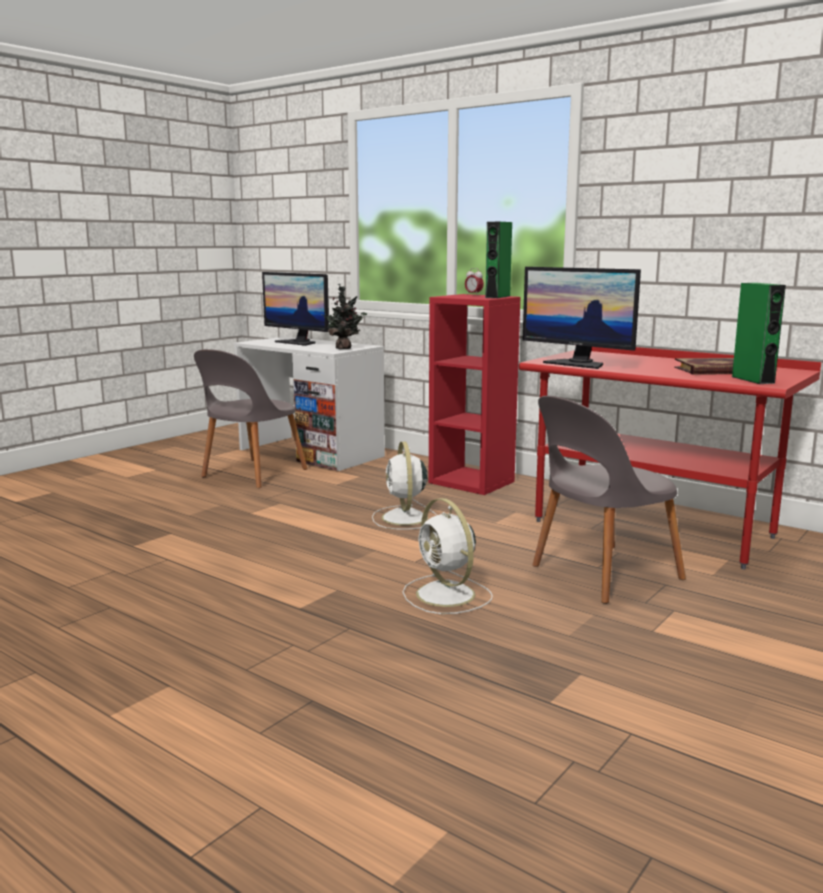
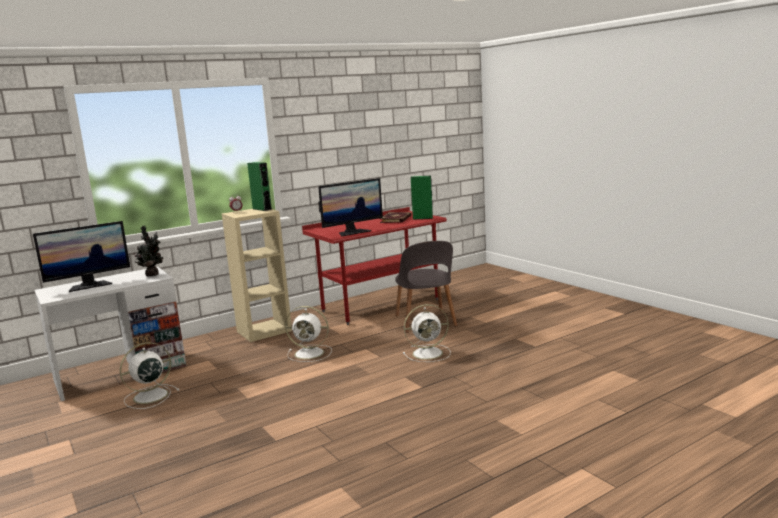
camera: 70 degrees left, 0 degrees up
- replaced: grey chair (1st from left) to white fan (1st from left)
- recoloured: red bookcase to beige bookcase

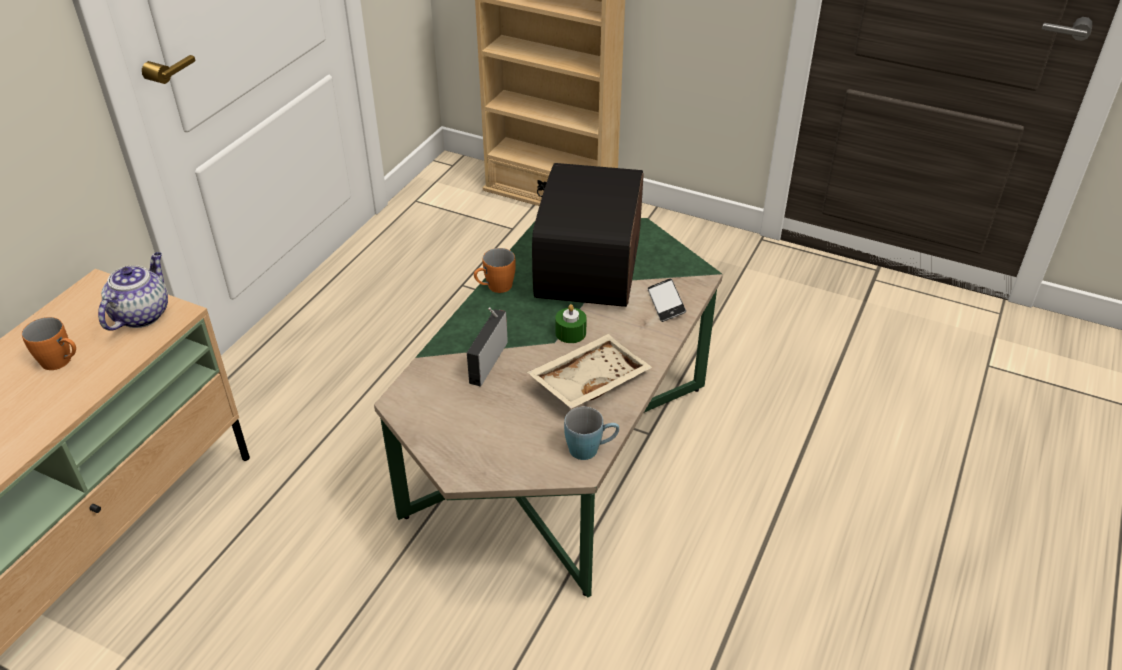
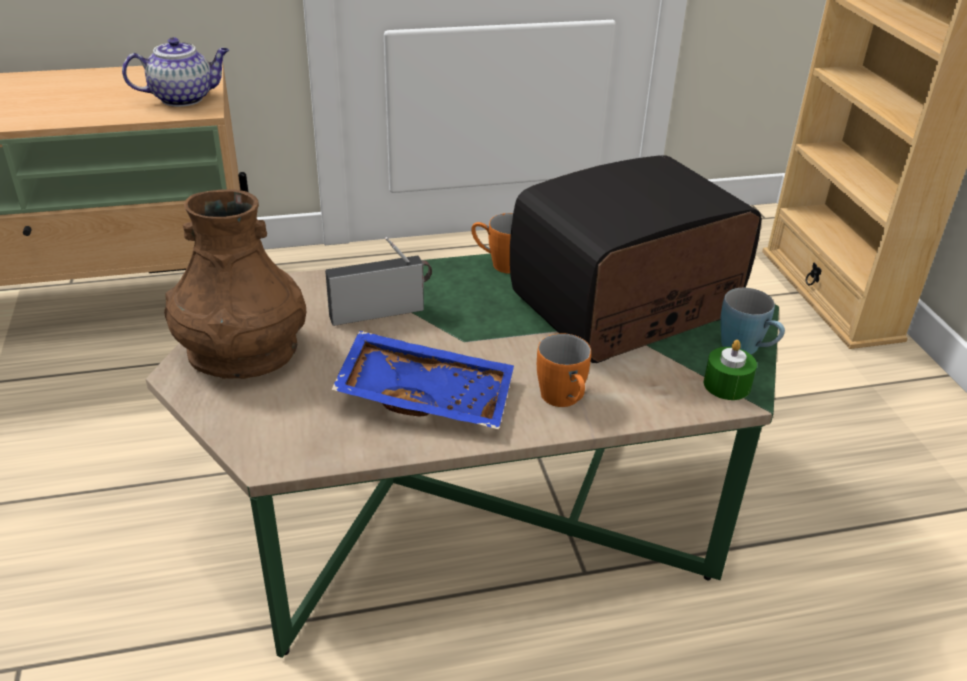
camera: 50 degrees right, 5 degrees down
- moved: orange mug (1st from left in the first image) to orange mug (2nd from left)
- recoloured: beige tray to blue tray
- moved: green candle
- moved: blue mug
- removed: phone
- added: brown vase

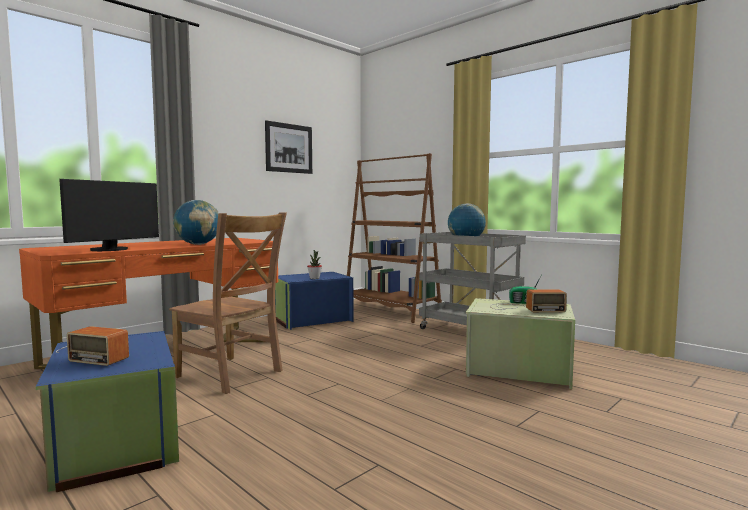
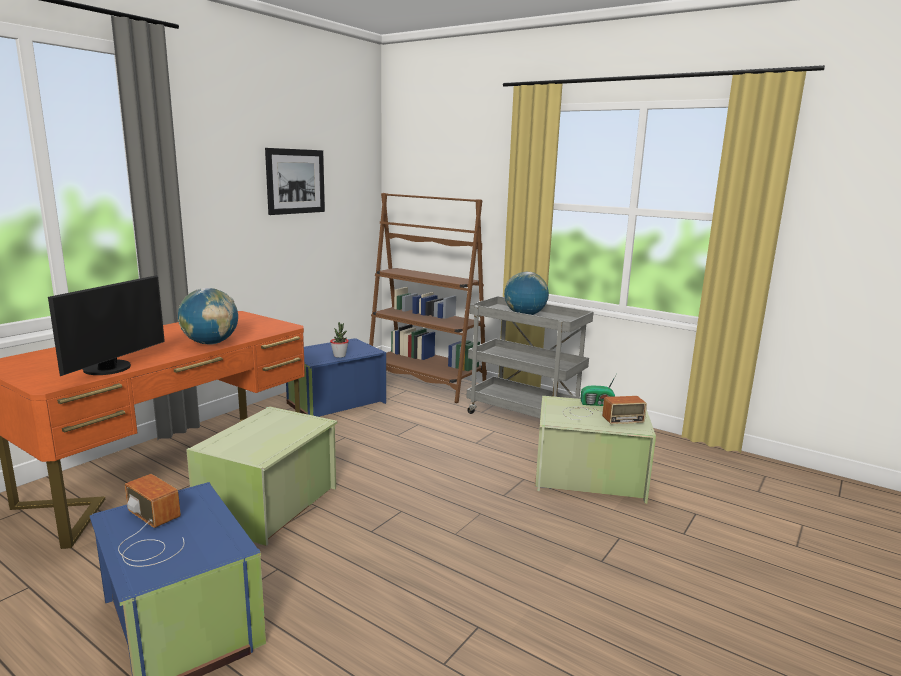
camera: 10 degrees left, 10 degrees up
- turned: radio (1st from left) 150 degrees counterclockwise
- replaced: brown chair to green storage box (1st from left)

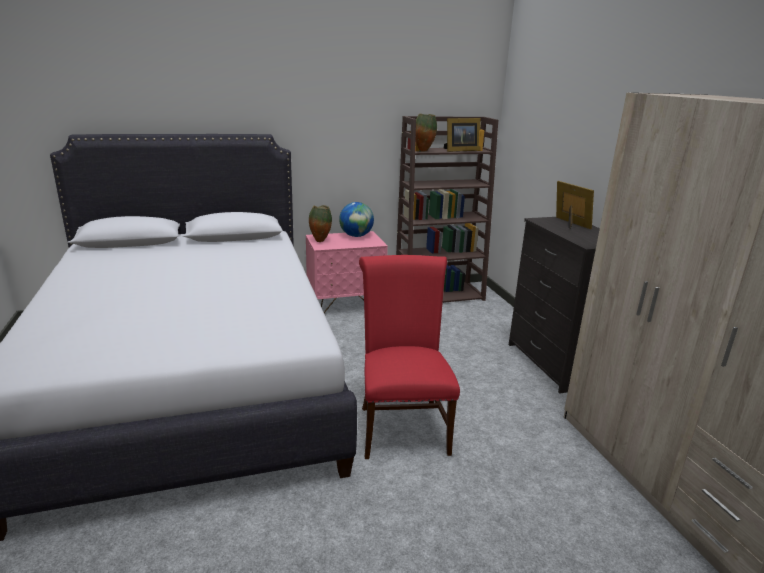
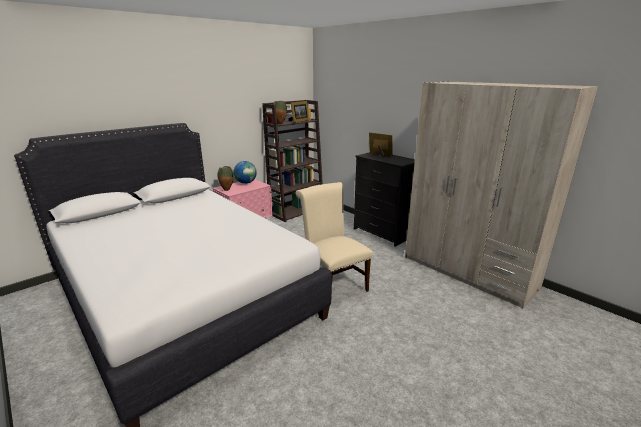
camera: 25 degrees left, 0 degrees up
- recoloured: red chair to beige chair

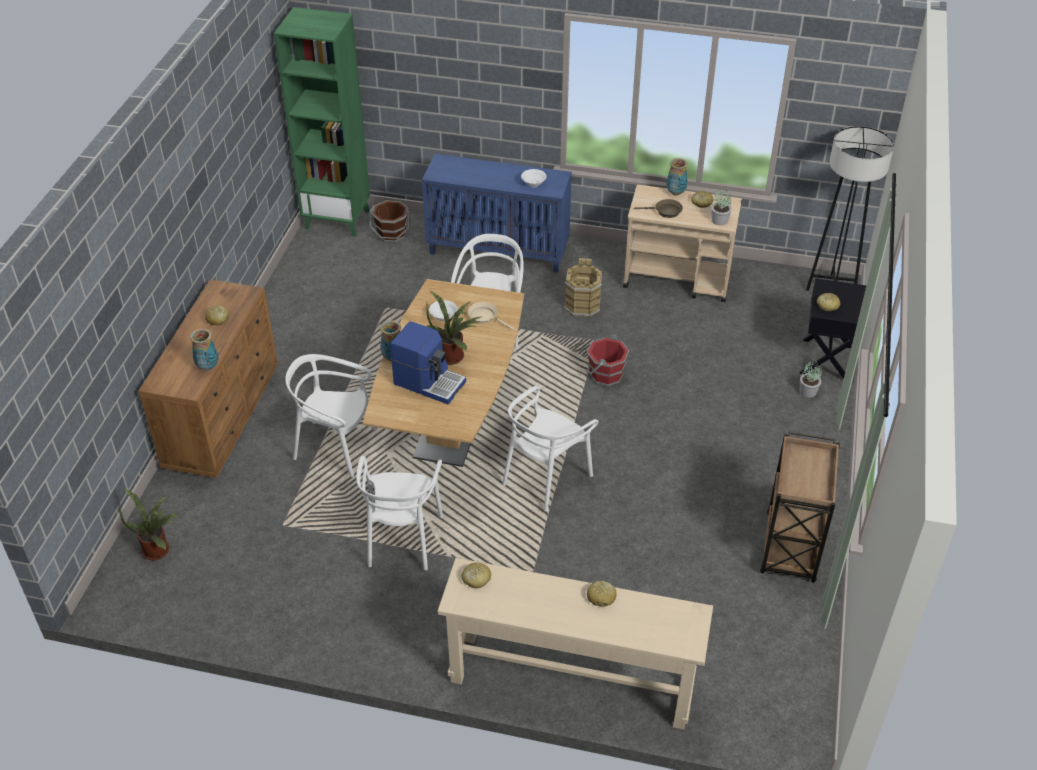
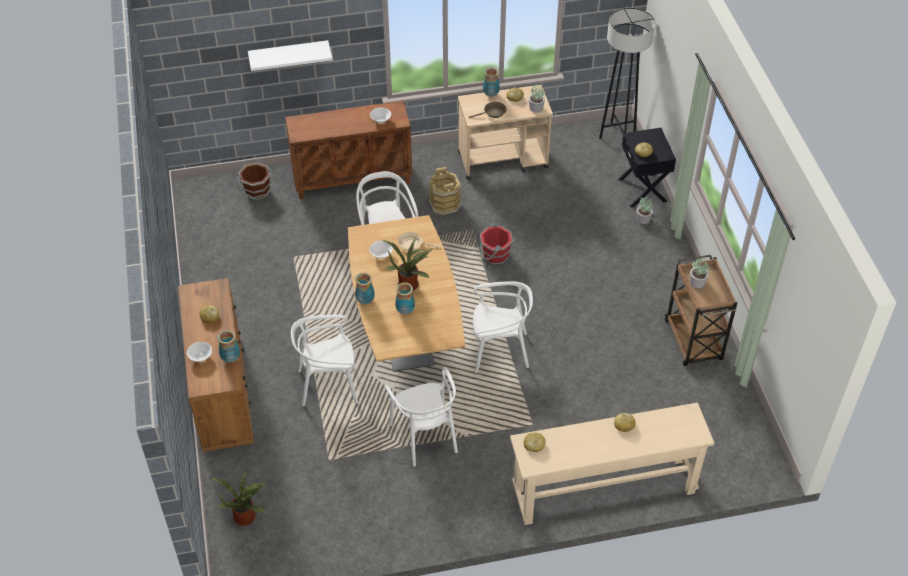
camera: 25 degrees left, 5 degrees up
- removed: green bookcase
- replaced: coffee machine to vase (3rd from left)
- recoloured: blue cabinet to brown cabinet
- turned: white chair (4th from left) 105 degrees counterclockwise
- added: white bowl (1st from left)
- added: white shelf
- added: potted plant (5th from left)

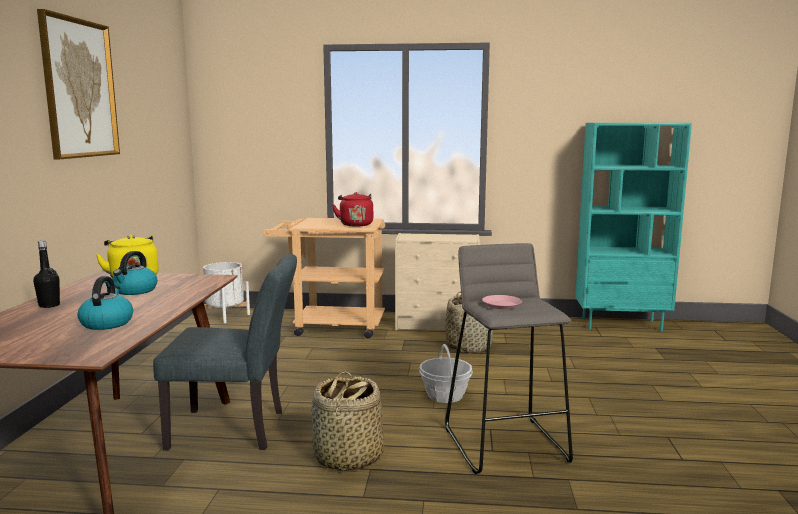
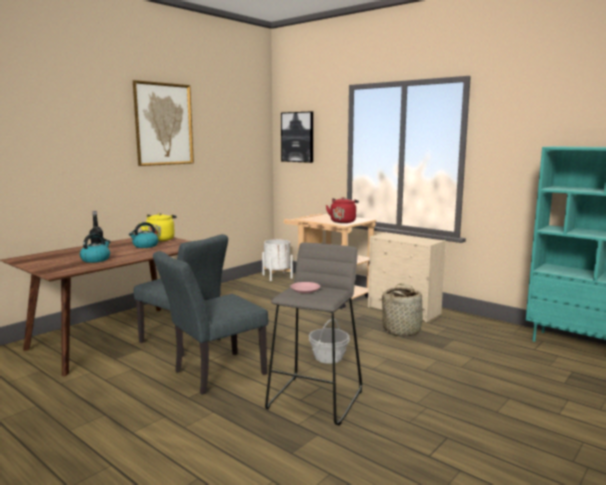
camera: 35 degrees right, 0 degrees up
- replaced: basket (1st from left) to grey chair (2nd from left)
- added: picture (2nd from left)

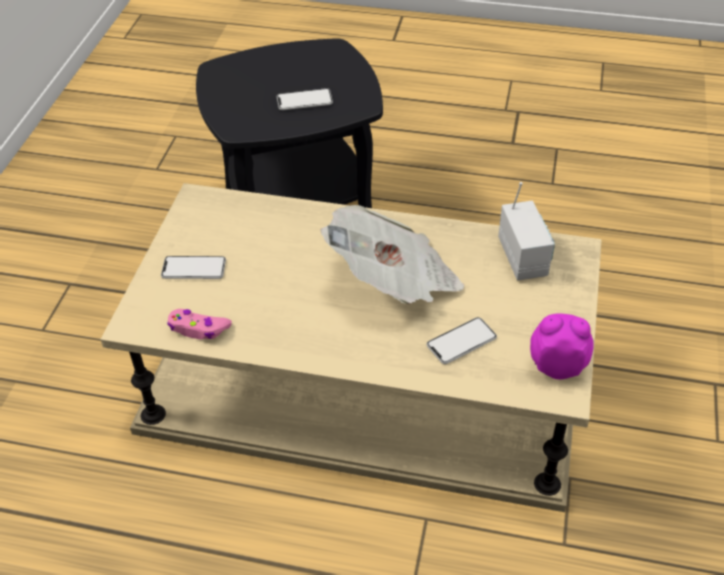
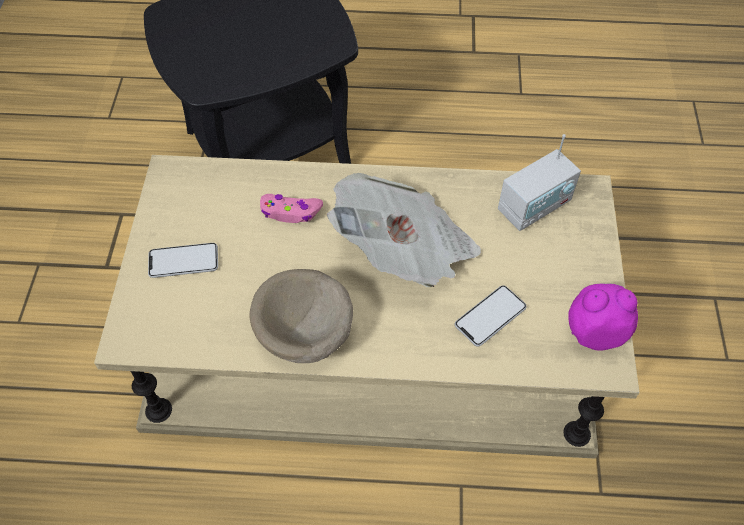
camera: 10 degrees left, 10 degrees up
- moved: pink game controller
- removed: phone (2nd from left)
- turned: radio 75 degrees clockwise
- added: beige bowl

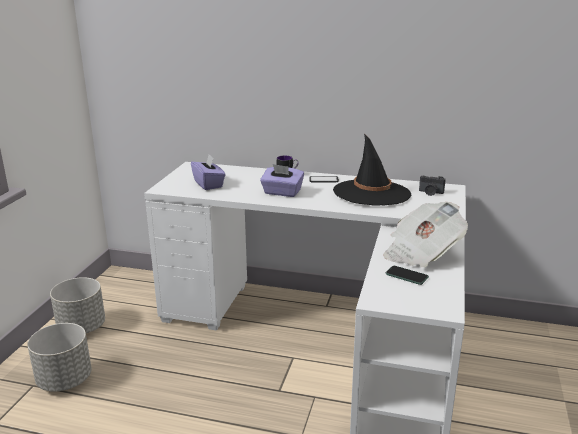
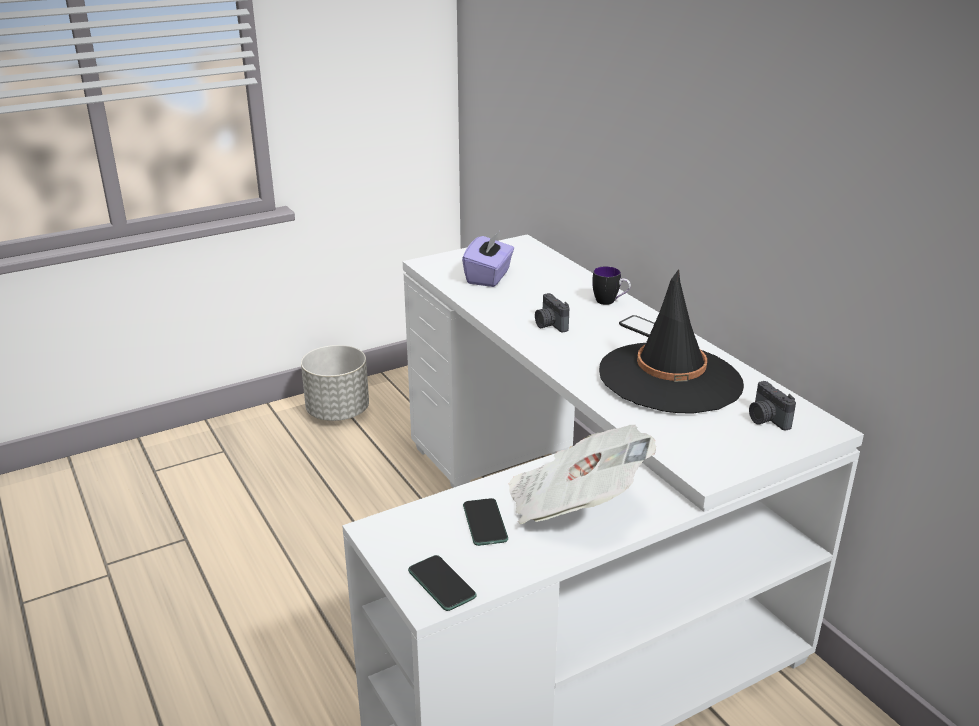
camera: 45 degrees right, 5 degrees up
- removed: grey planter (1st from left)
- replaced: purple tissue box (2nd from left) to photo camera (1st from left)
- added: phone (1st from left)

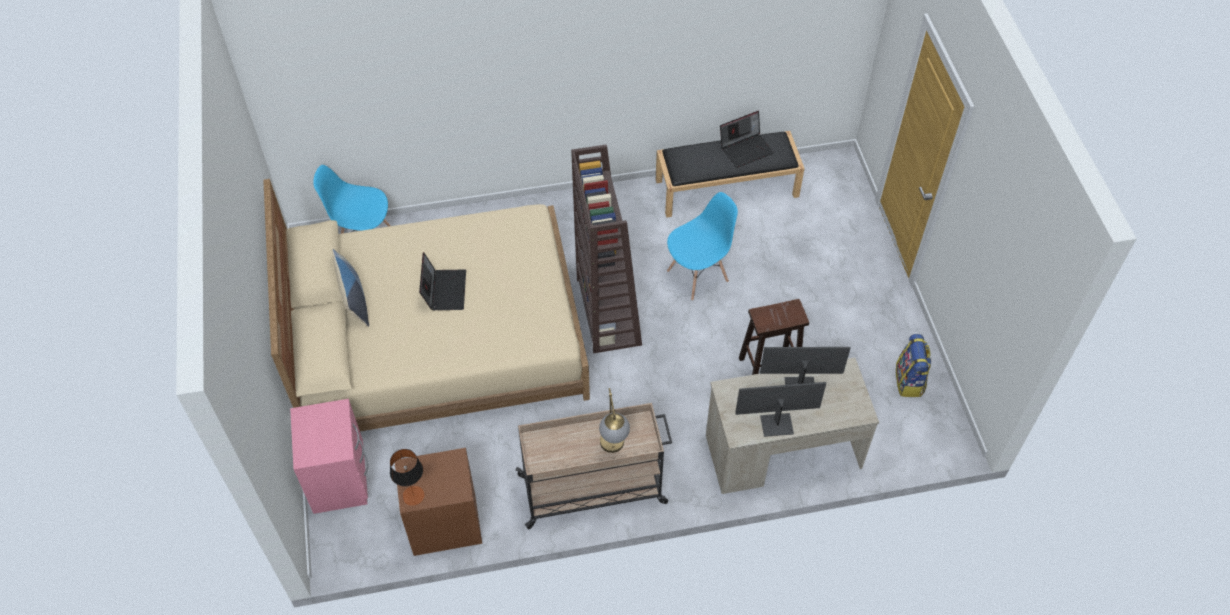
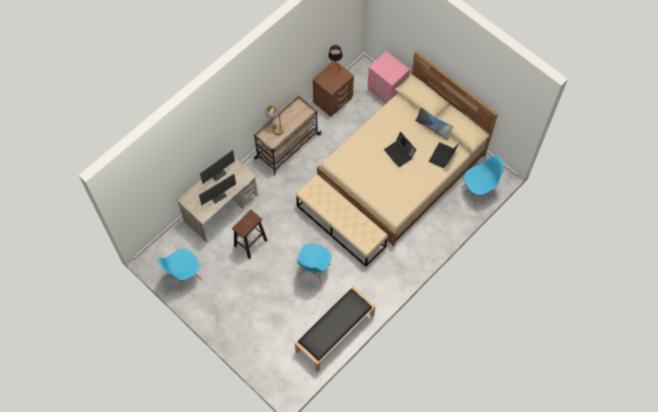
camera: 145 degrees right, 10 degrees up
- replaced: brown bookcase to beige bench
- moved: laptop (2nd from left)
- replaced: backpack to blue chair (1st from left)

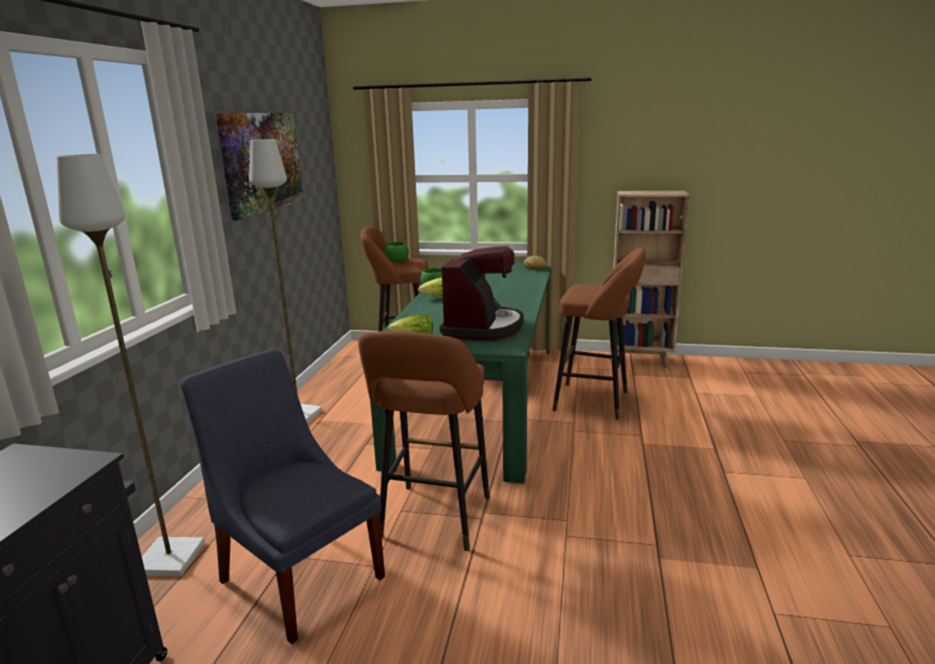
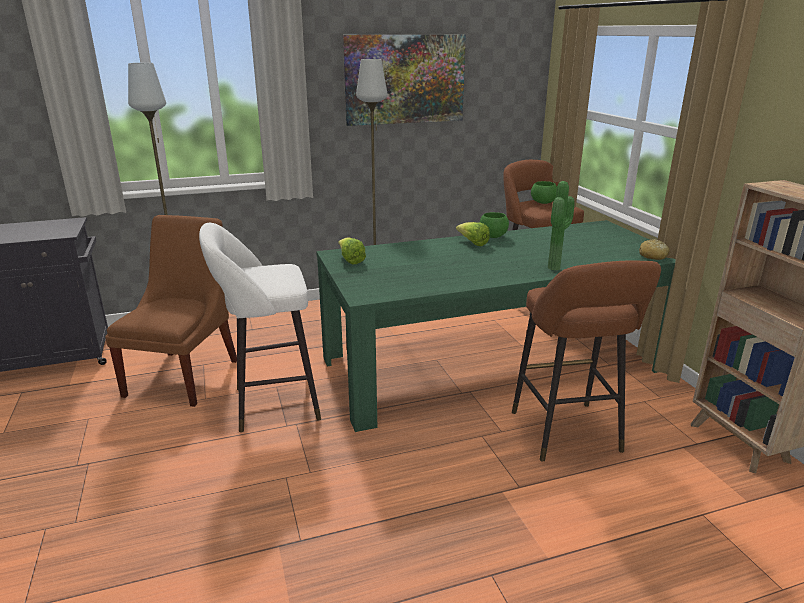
camera: 60 degrees right, 5 degrees up
- recoloured: blue chair to brown chair
- recoloured: brown stool (2nd from left) to white stool
- removed: coffee machine
- added: potted plant

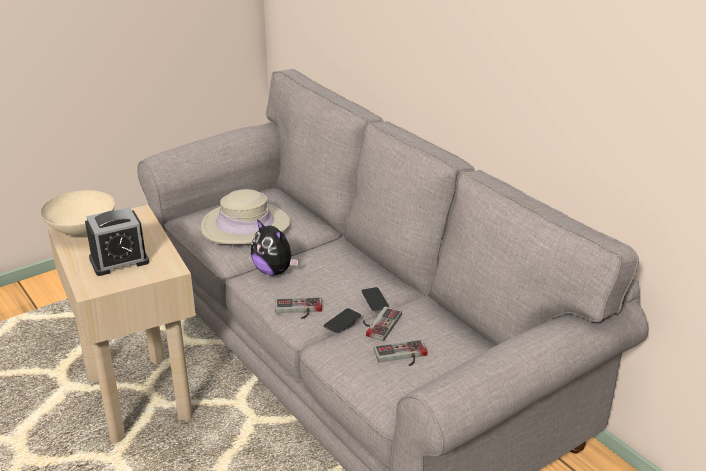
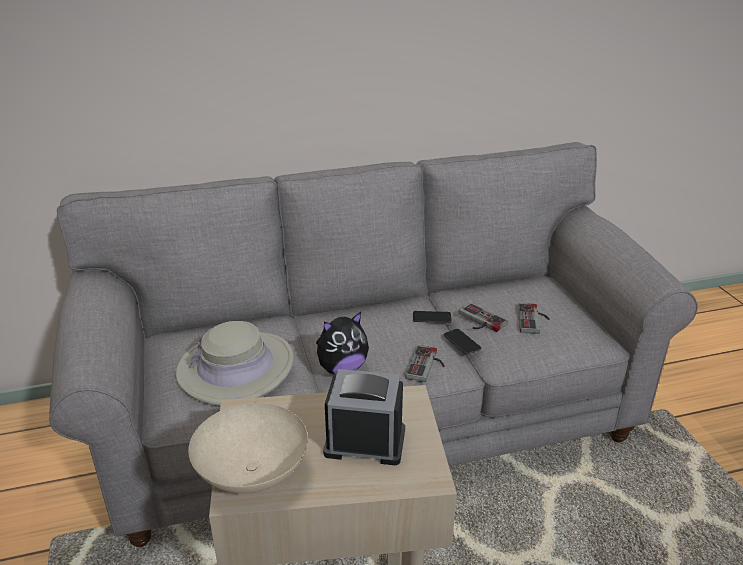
camera: 70 degrees left, 0 degrees up
- turned: alarm clock 75 degrees counterclockwise

